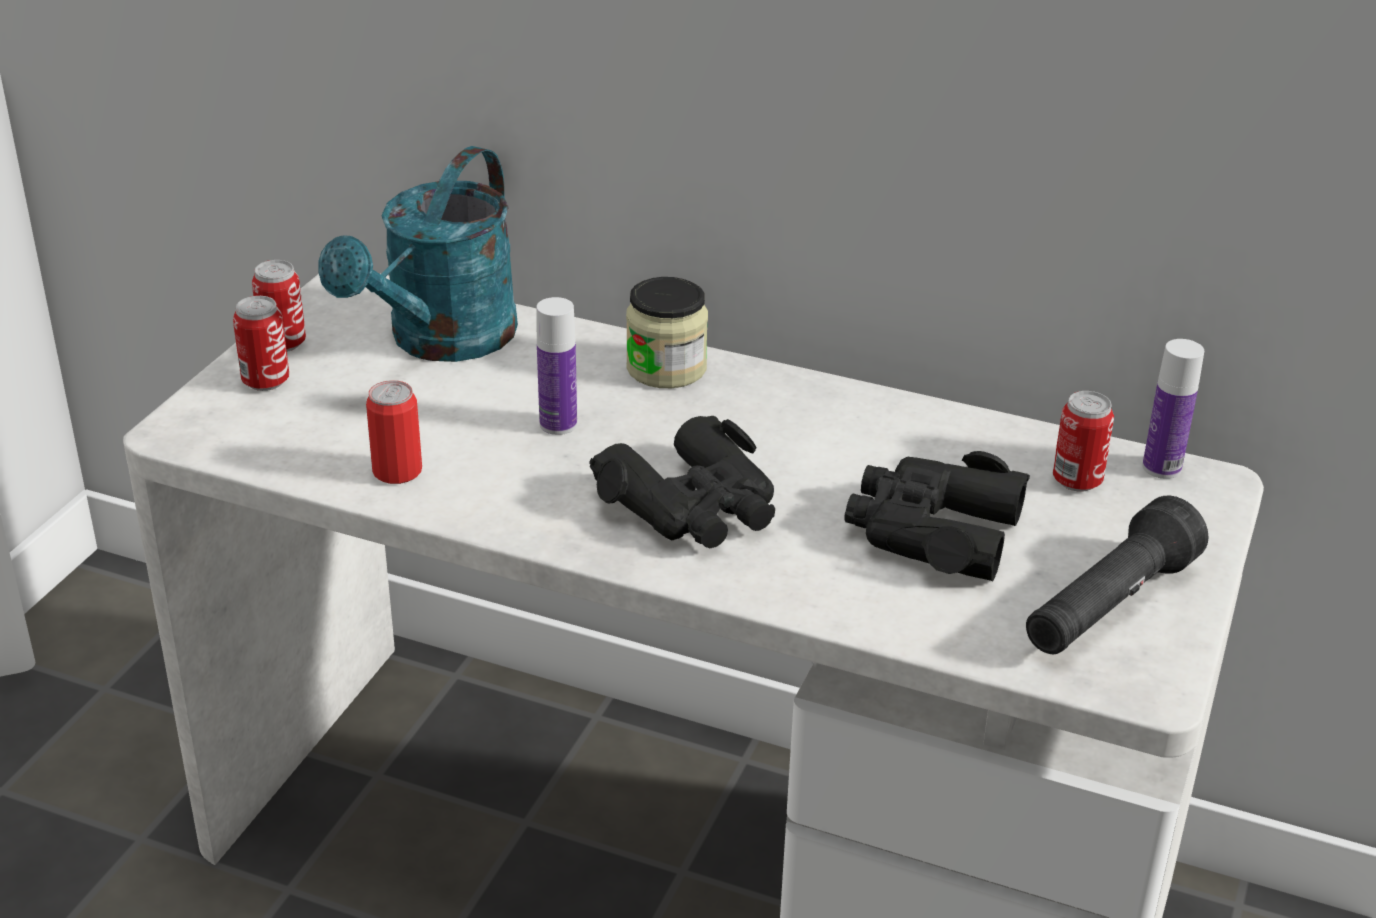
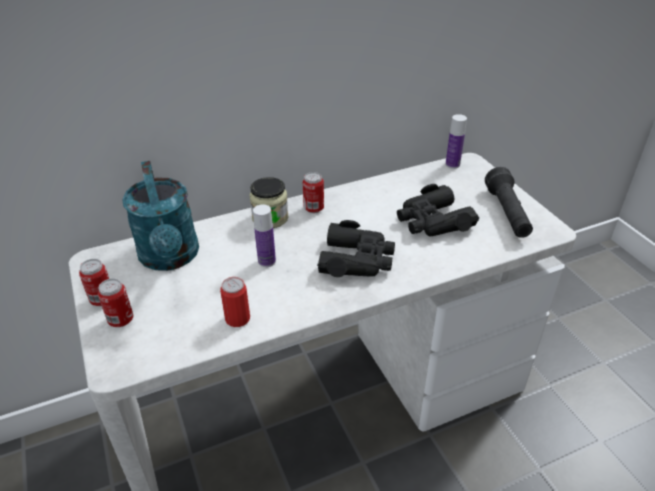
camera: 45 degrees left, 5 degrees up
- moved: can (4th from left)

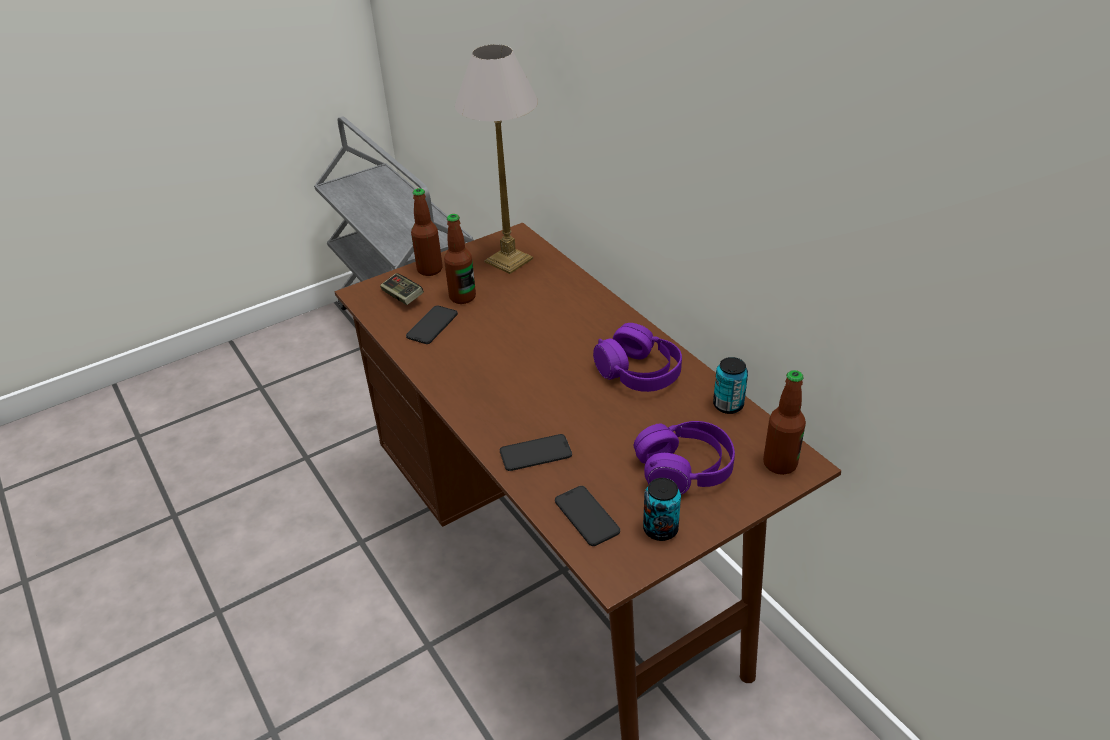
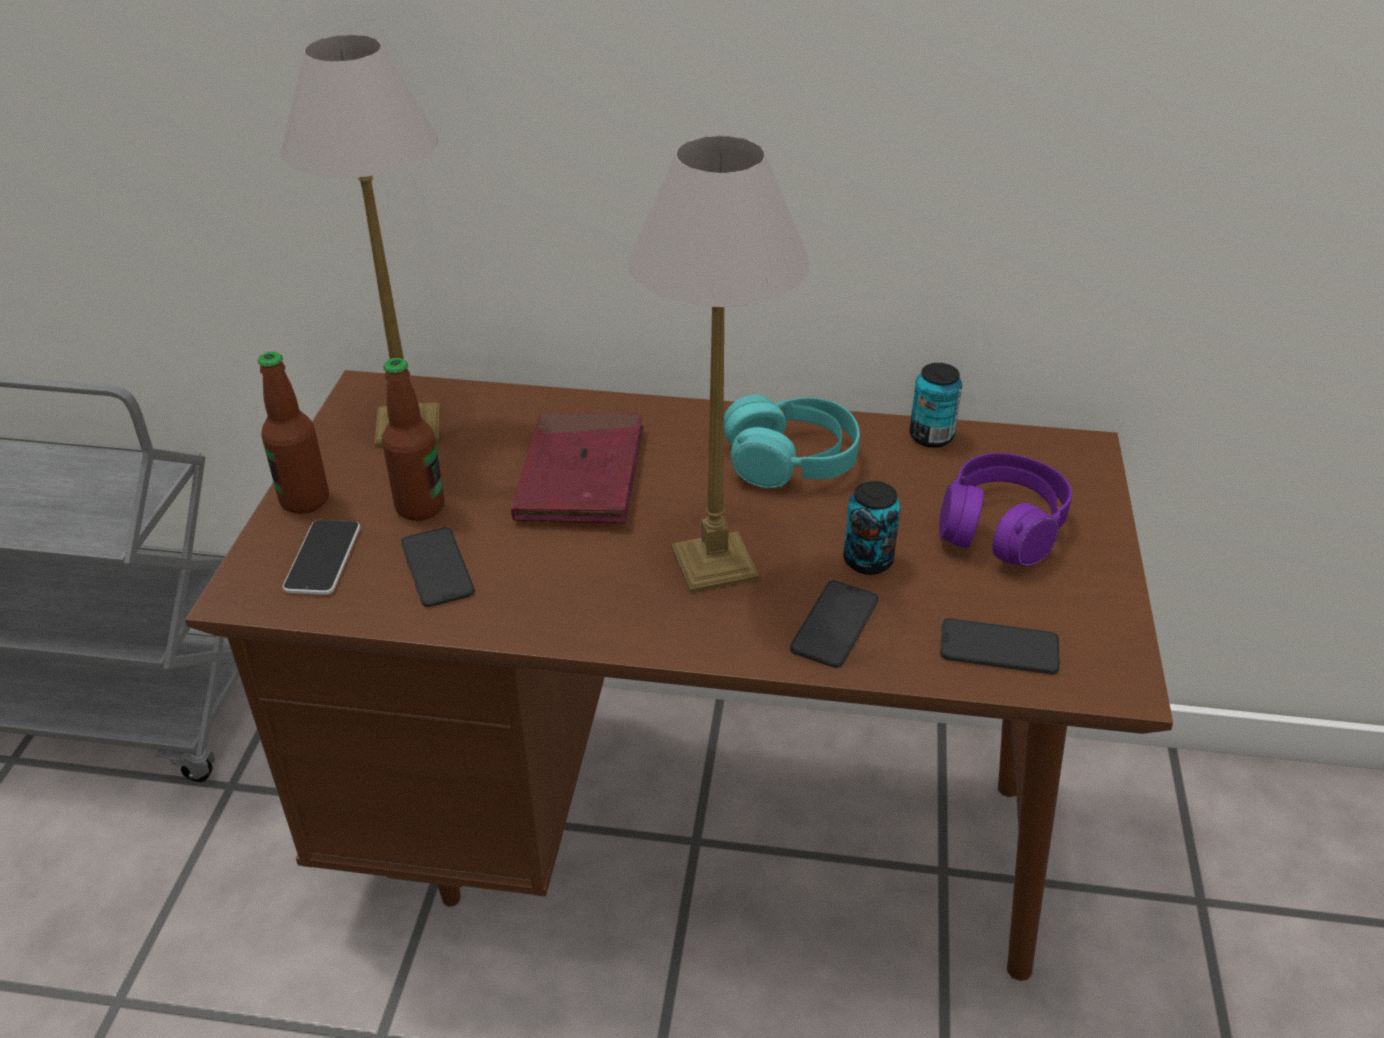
camera: 50 degrees left, 0 degrees up
- replaced: game controller to phone (1st from left)
- recoloured: purple headphones (1st from left) to turquoise headphones
- moved: can (1st from left)
- removed: bottle (3rd from left)
- added: red book
- added: table lamp (2nd from left)

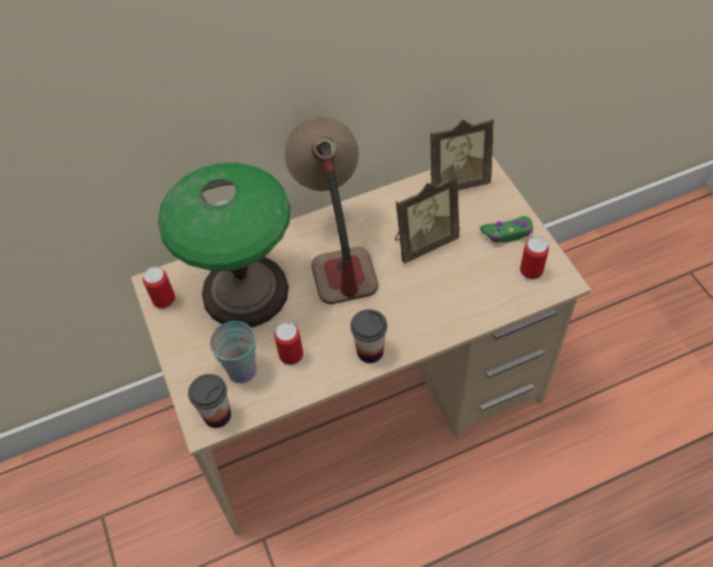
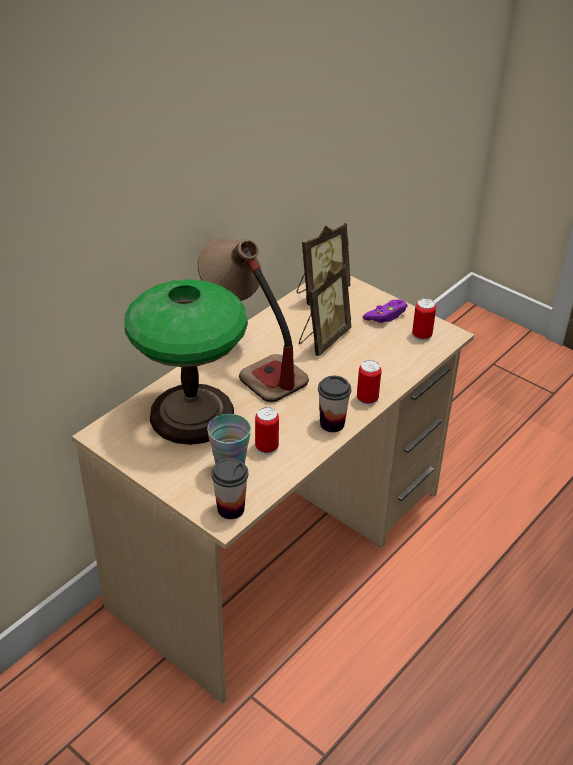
camera: 30 degrees left, 15 degrees down
- moved: can (1st from left in the first image) to can (2nd from left)
- recoloured: green game controller to purple game controller

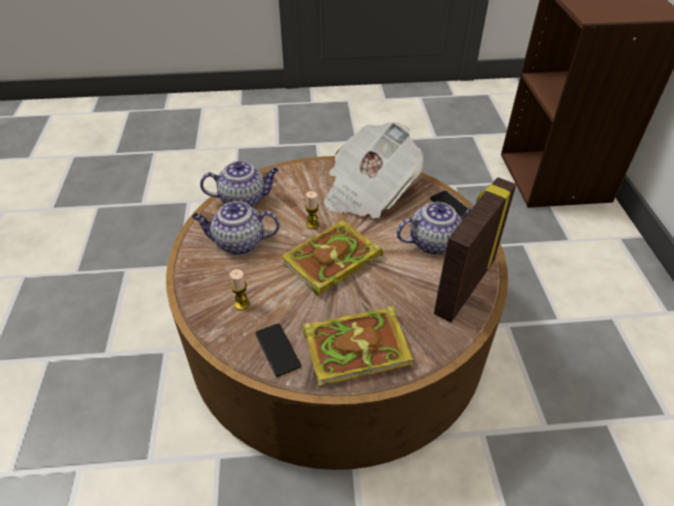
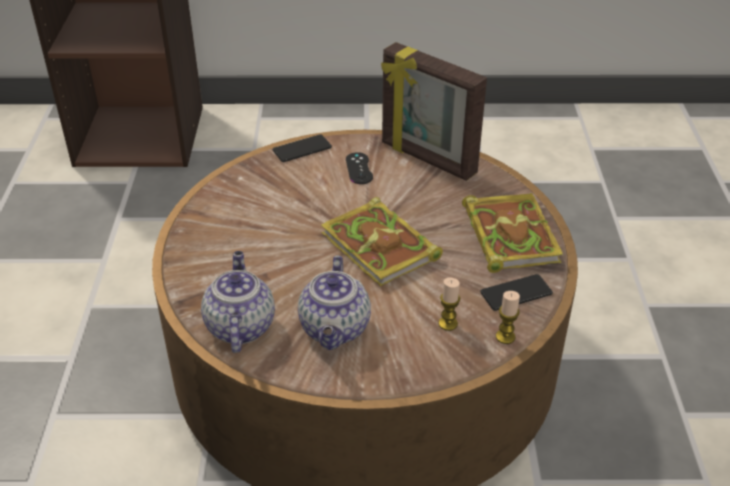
camera: 85 degrees left, 5 degrees down
- moved: candle (2nd from left)
- removed: newspaper
- replaced: teapot (3rd from left) to black game controller

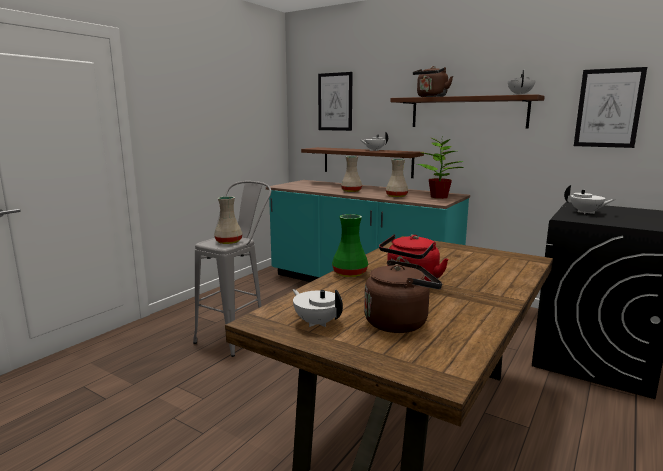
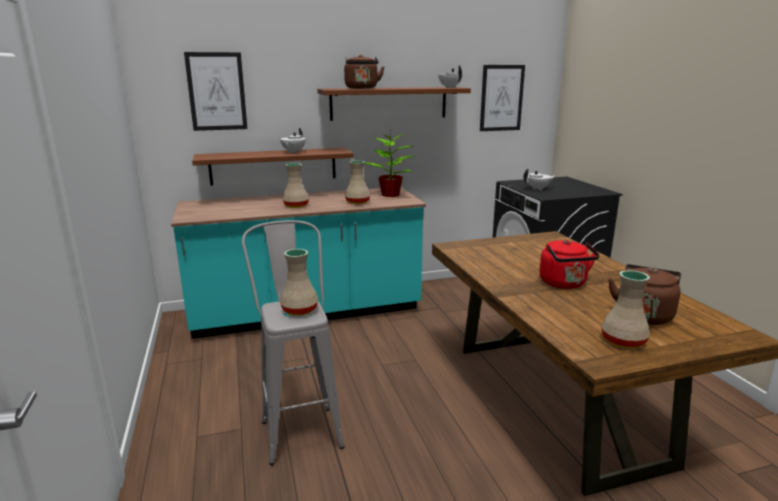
camera: 50 degrees left, 5 degrees up
- replaced: white teapot (1st from left) to beige vase (4th from left)
- removed: green vase

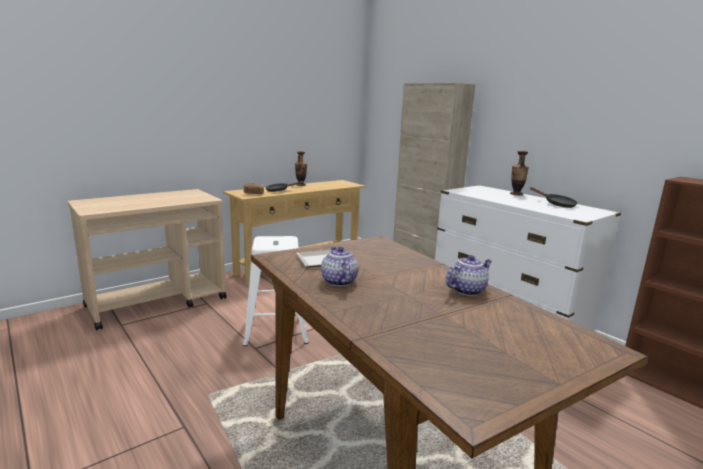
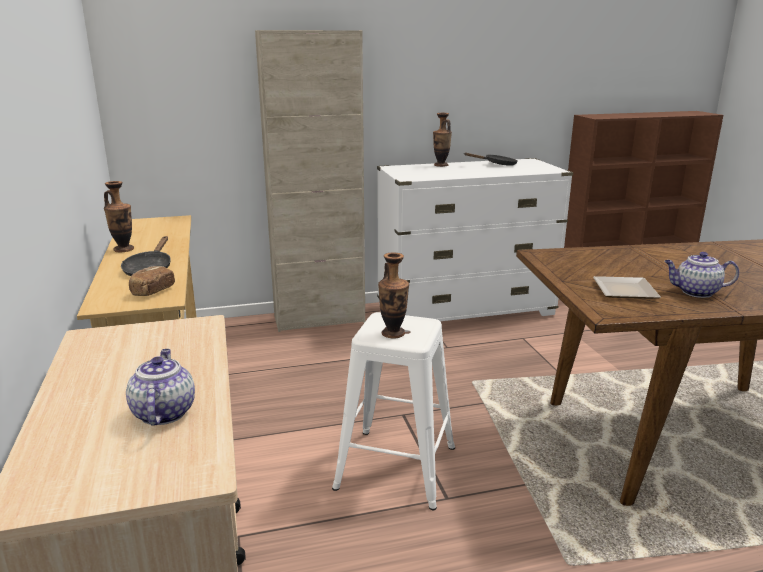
camera: 65 degrees left, 5 degrees up
- moved: teapot (2nd from left in the first image) to teapot (1st from left)
- added: vase (2nd from left)

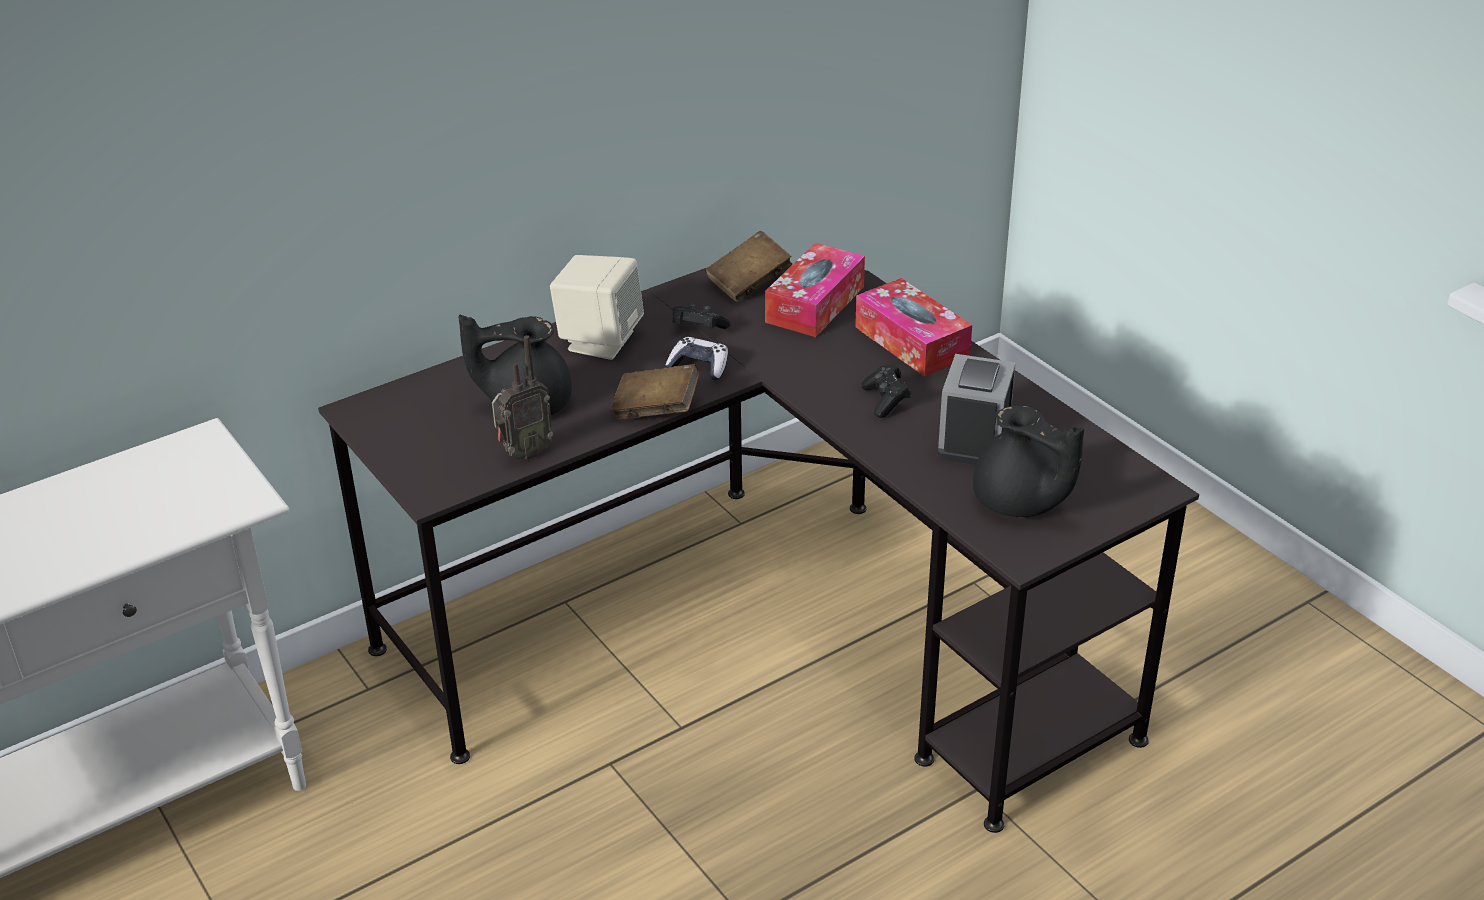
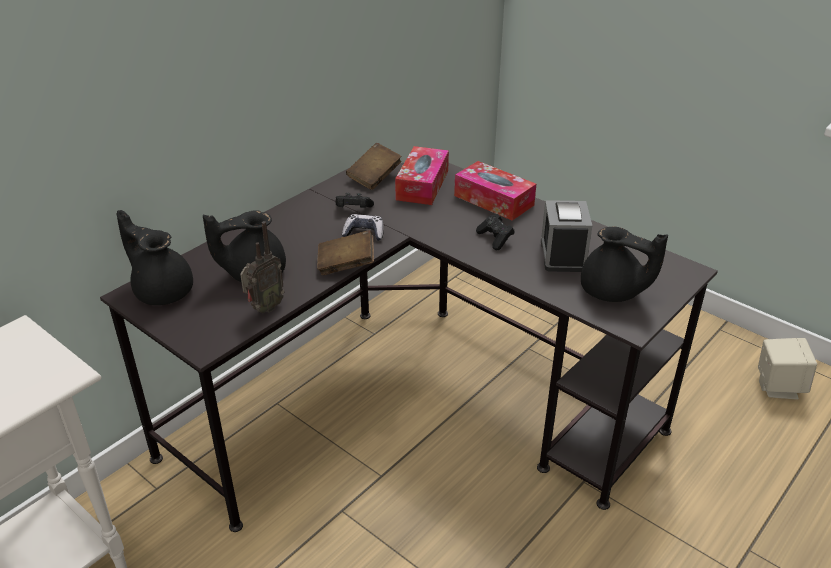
camera: 15 degrees left, 0 degrees up
- moved: beige speaker
- added: black teapot (1st from left)

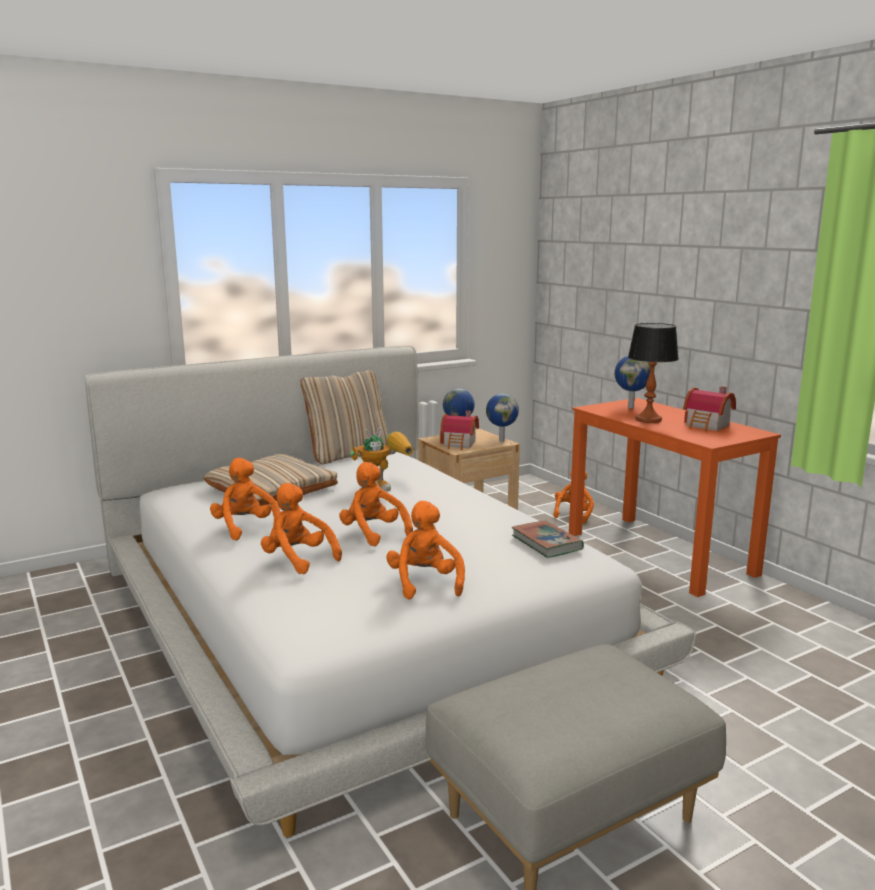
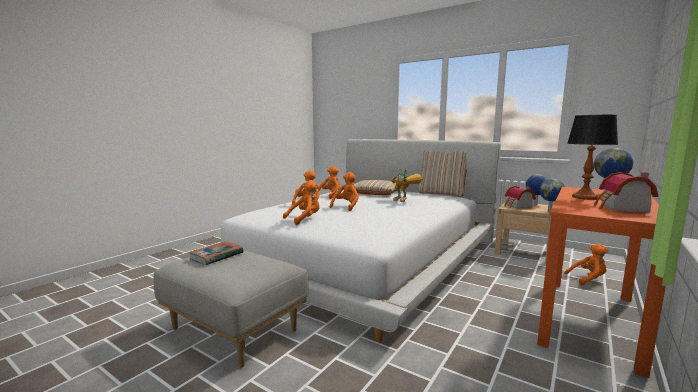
camera: 65 degrees right, 5 degrees down
- moved: book

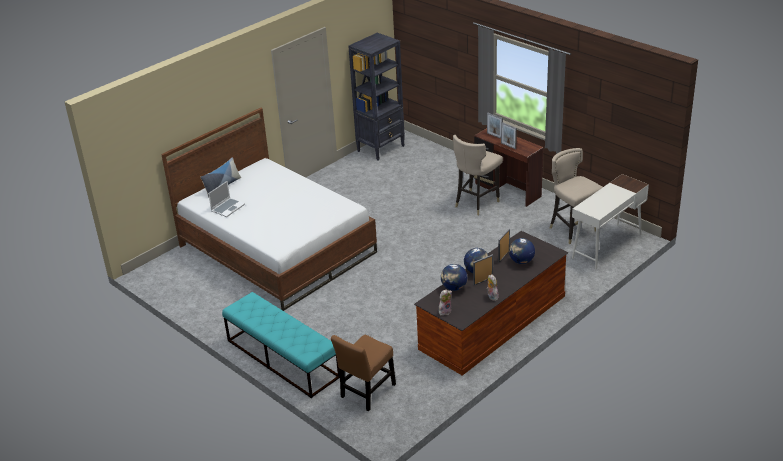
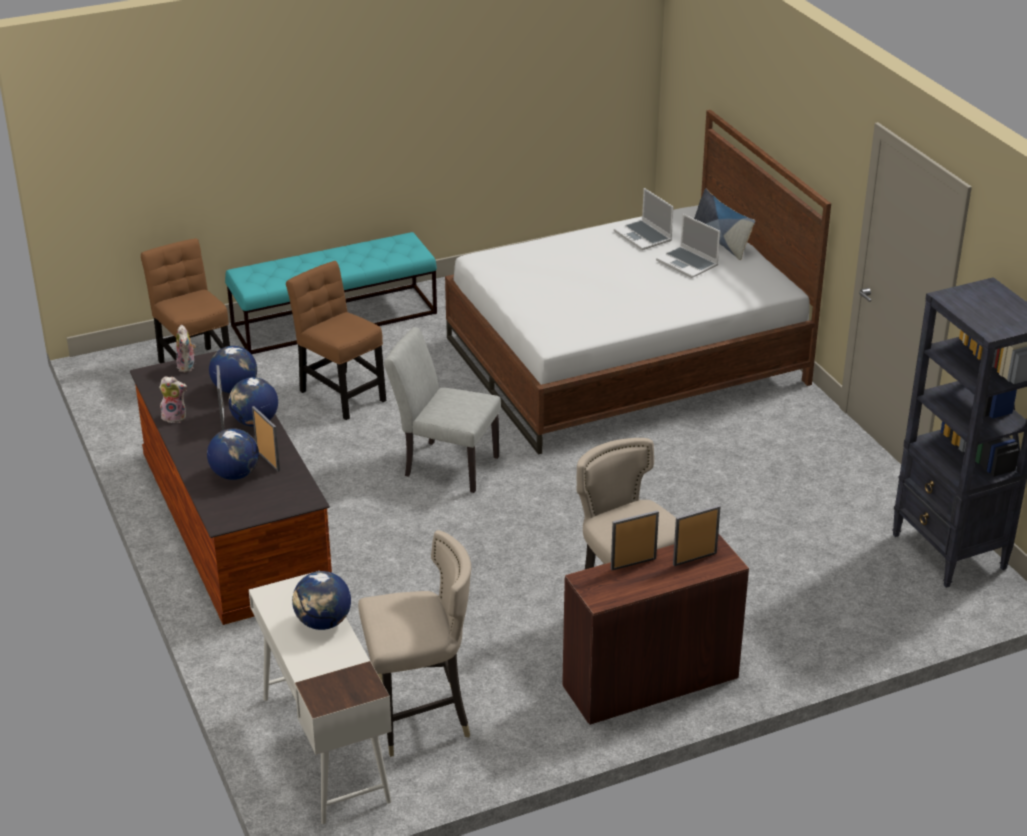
camera: 110 degrees right, 0 degrees up
- added: brown chair (2nd from left)
- added: globe (4th from left)
- added: grey chair
- added: laptop (2nd from left)

